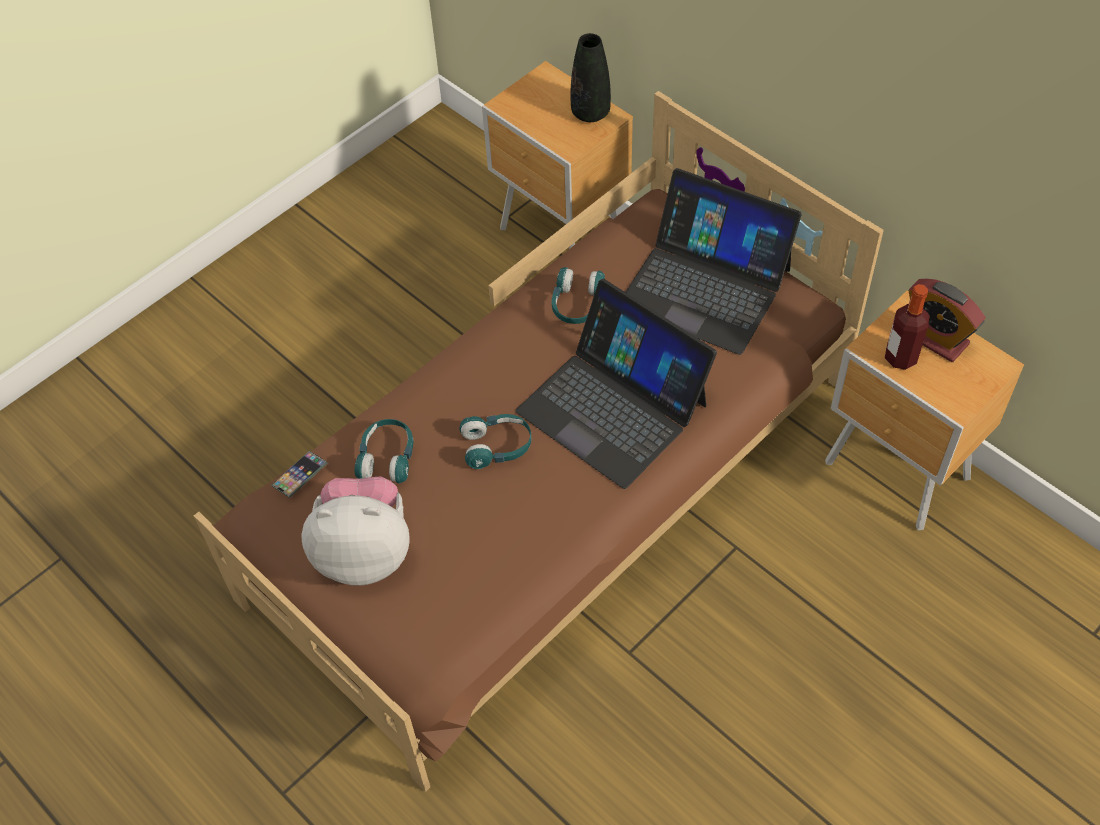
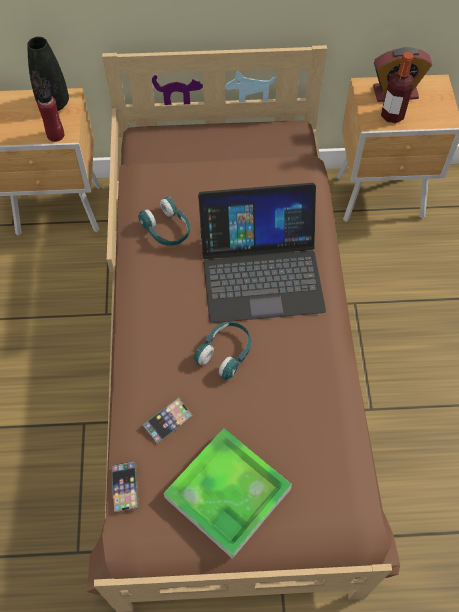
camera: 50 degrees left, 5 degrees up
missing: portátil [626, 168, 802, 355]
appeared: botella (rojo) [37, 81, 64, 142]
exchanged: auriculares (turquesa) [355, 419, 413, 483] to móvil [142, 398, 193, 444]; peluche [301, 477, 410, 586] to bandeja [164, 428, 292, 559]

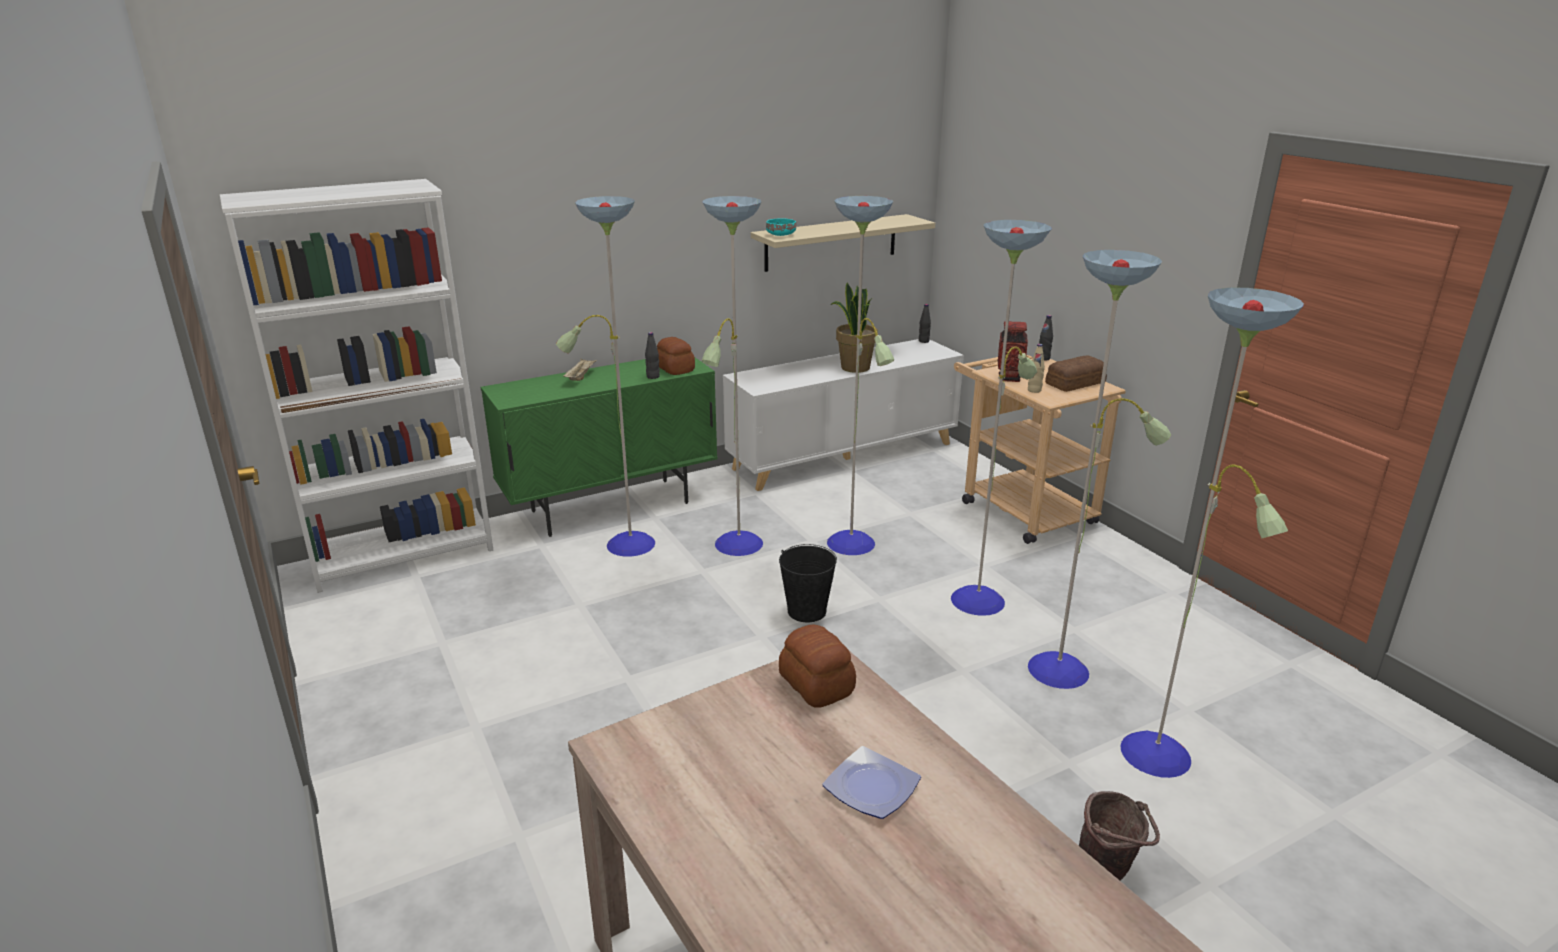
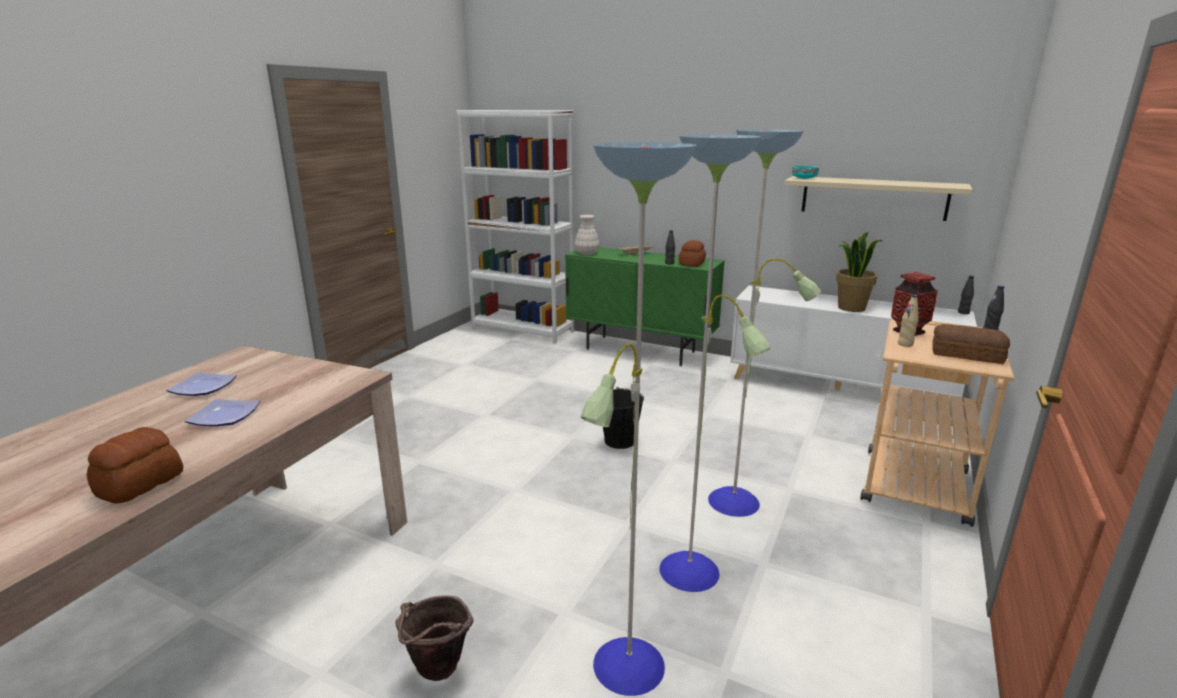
camera: 55 degrees right, 5 degrees down
missing: lámpara de pie [556, 196, 894, 557]
appeared: florero (blanco) [575, 215, 600, 255]; plato [166, 372, 237, 396]
relocated: pan [779, 625, 856, 708] to [87, 427, 183, 503]

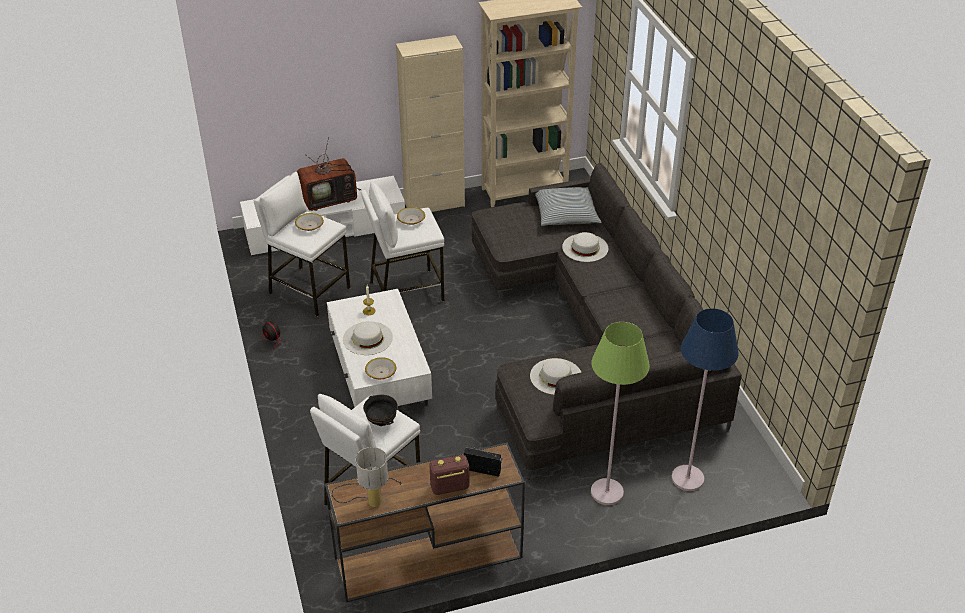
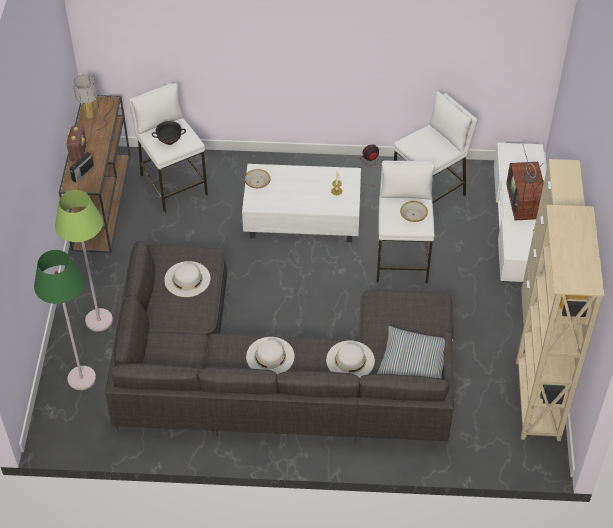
camera: 110 degrees right, 10 degrees up
missing: cuenco [295, 213, 324, 231]
relocated: sombrero (blanco) [343, 321, 393, 355] to [246, 337, 294, 374]
colour: lámpara de pie (azul) [672, 308, 739, 491] to lámpara de pie (verde) [34, 250, 96, 390]

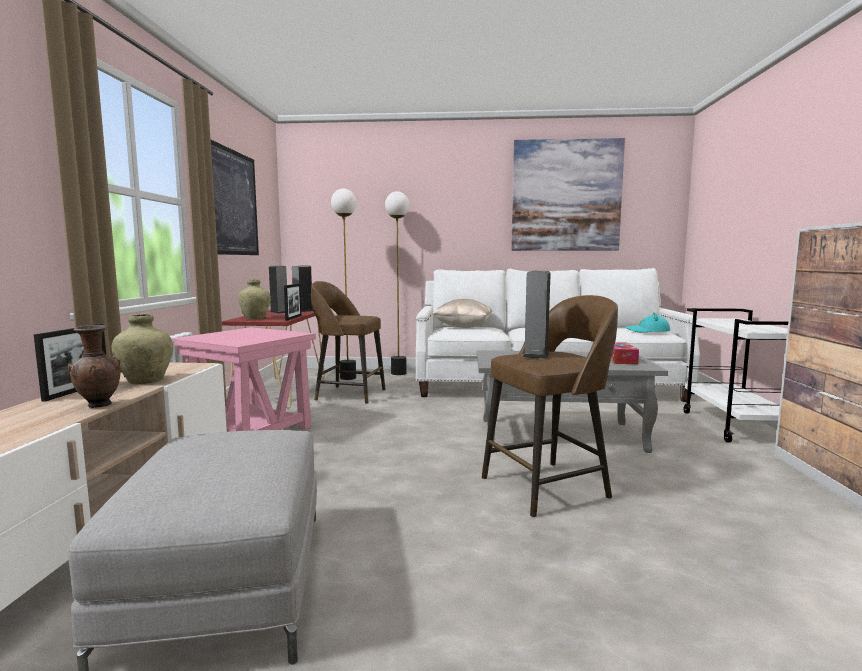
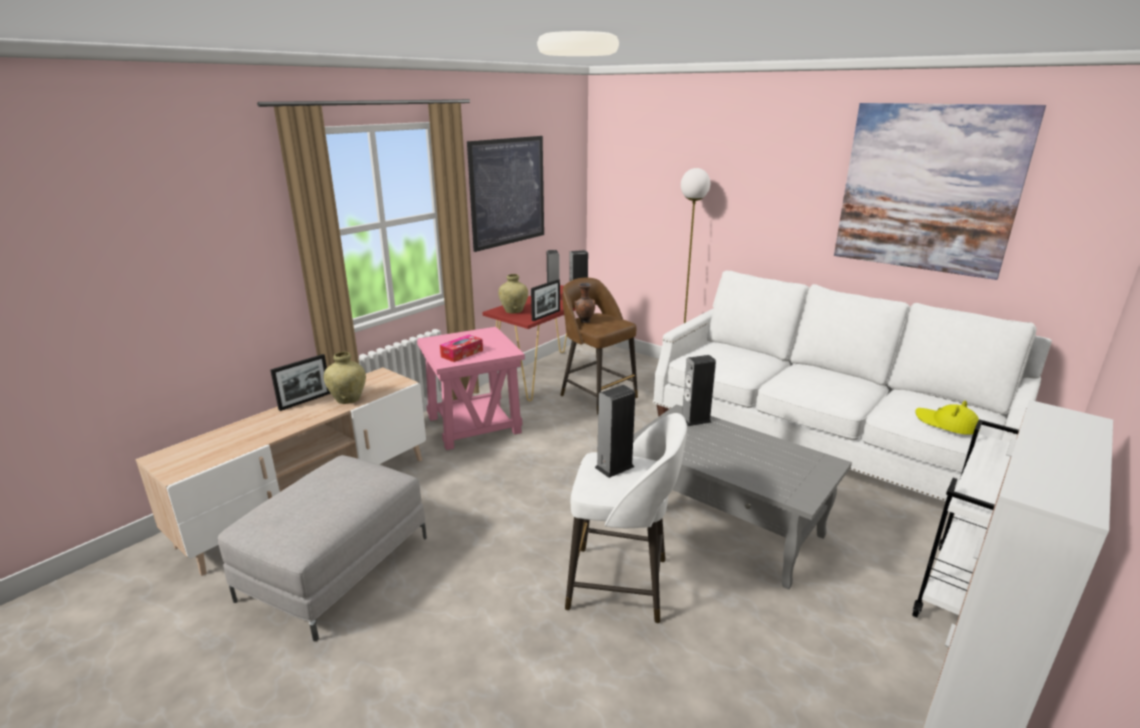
camera: 35 degrees right, 15 degrees up
missing: lámpara de pie [331, 188, 357, 380]; cojín (beis) [433, 299, 492, 328]
appeared: altavoz [682, 355, 716, 426]
relocated: florero (marrón) [68, 325, 121, 408] to [574, 283, 596, 323]; caja de pañuelos [610, 342, 639, 364] to [440, 335, 483, 362]
colour: taburete (marrón) [482, 295, 618, 517] to taburete (blanco) [565, 413, 687, 623]; sombrero (turquesa) [626, 312, 670, 332] to sombrero (amarillo) [915, 401, 980, 435]

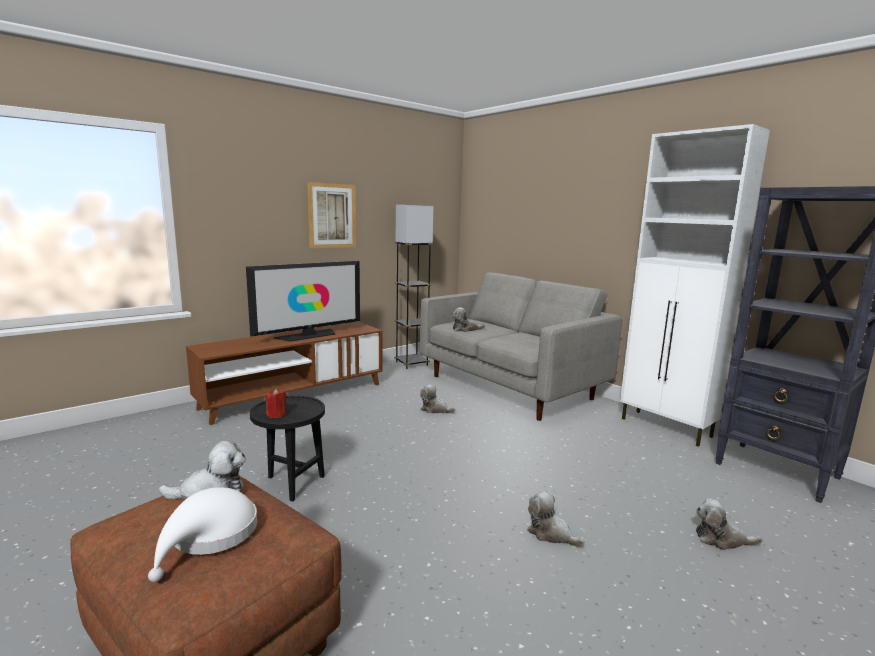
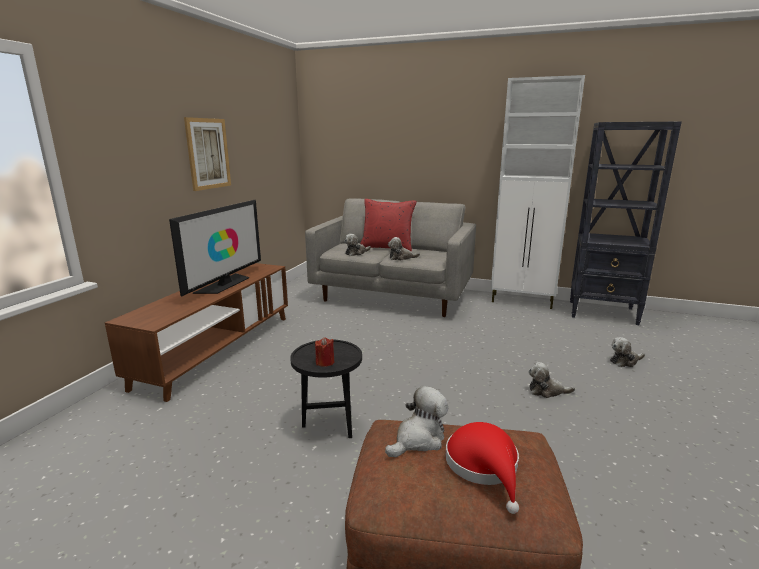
camera: 30 degrees left, 5 degrees up
missing: lámpara de pie (gris) [394, 205, 434, 369]
appeared: cojín (rojo) [360, 199, 417, 251]
relocated: peluche [420, 384, 455, 413] to [388, 237, 420, 260]
colour: sombrero (blanco) [148, 487, 257, 582] to sombrero (rojo) [446, 422, 519, 514]

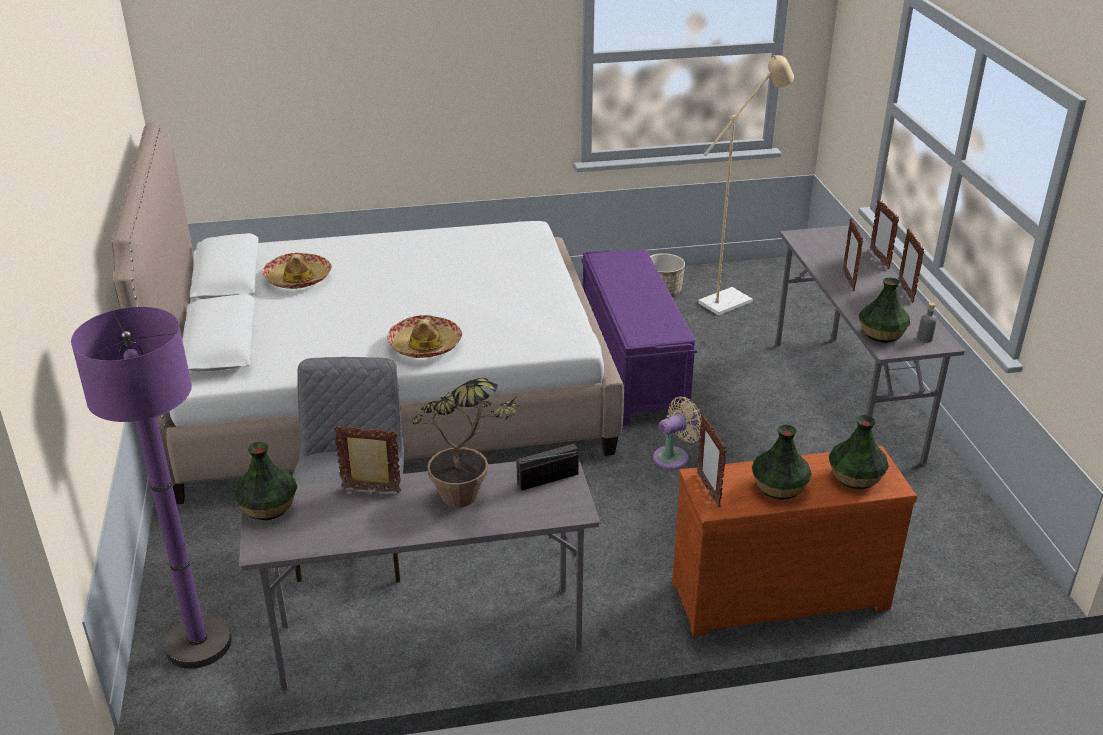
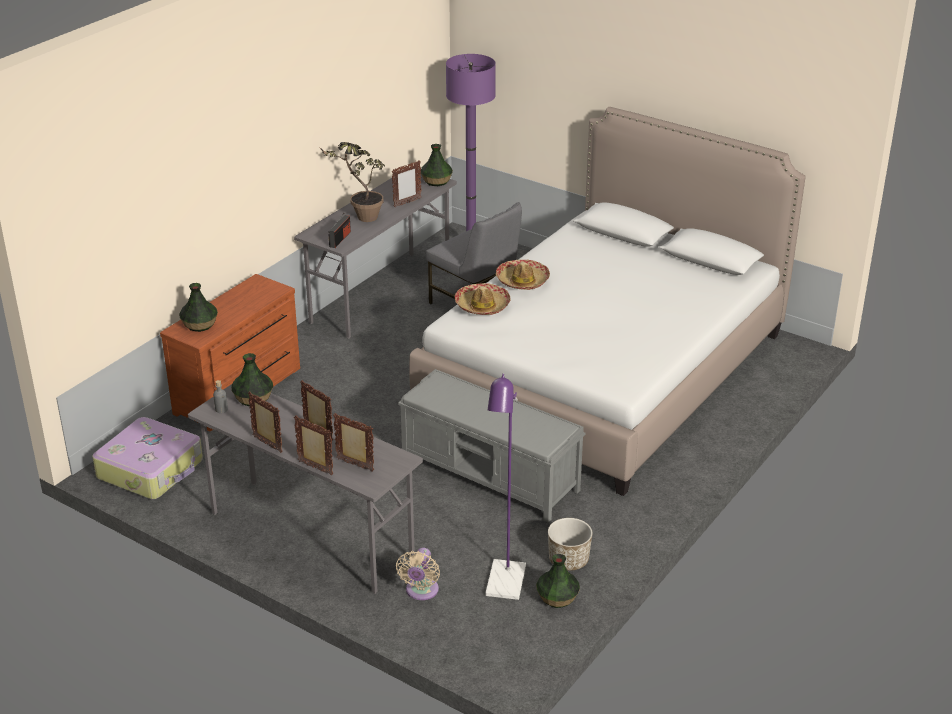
camera: 135 degrees right, 0 degrees up
appeared: maleta [92, 417, 203, 499]
relocated: sombrero [262, 253, 332, 289] to [455, 283, 511, 315]; ventilador (beis) [653, 396, 702, 470] to [396, 547, 440, 600]; portarretratos [697, 414, 727, 507] to [333, 413, 374, 471]; florero [752, 425, 812, 500] to [536, 554, 580, 608]
colour: lámpara de pie (beis) [698, 55, 794, 316] to lámpara de pie (morado) [486, 374, 526, 600]; banco (morado) [581, 249, 697, 425] to banco (gris) [398, 369, 585, 522]

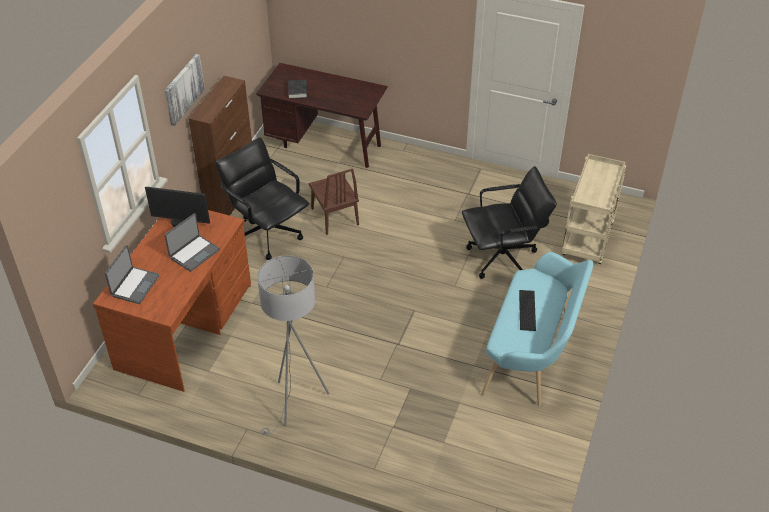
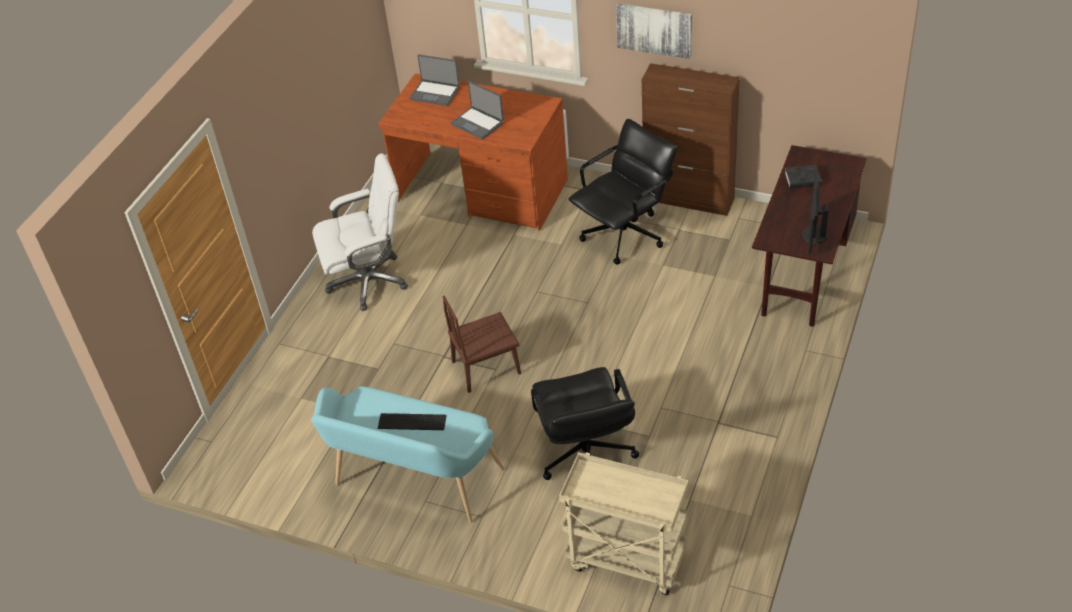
camera: 95 degrees right, 0 degrees up
relocated: silla (marrón) [309, 168, 359, 235] to [443, 296, 521, 393]; monitor [145, 187, 210, 227] to [802, 171, 829, 254]
exchanged: lámpara de pie (gris) [257, 255, 329, 435] to silla de oficina (blanco) [312, 153, 408, 311]

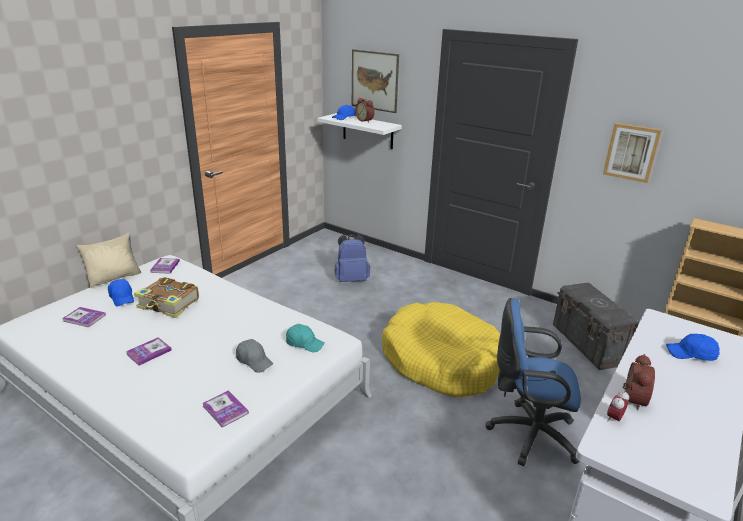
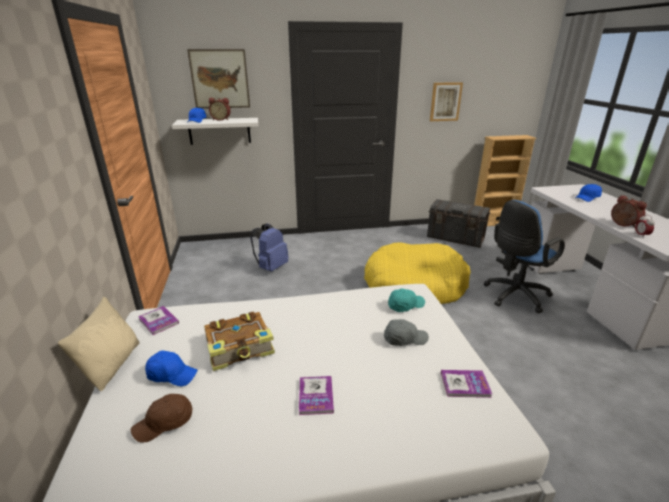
camera: 45 degrees left, 0 degrees up
exchanged: libro [62, 307, 106, 327] to gorra (marrón) [131, 394, 192, 443]

